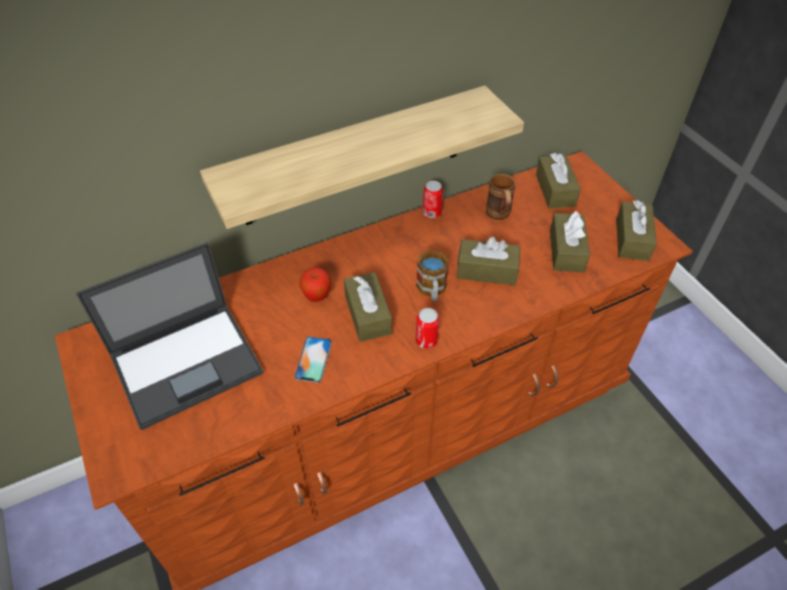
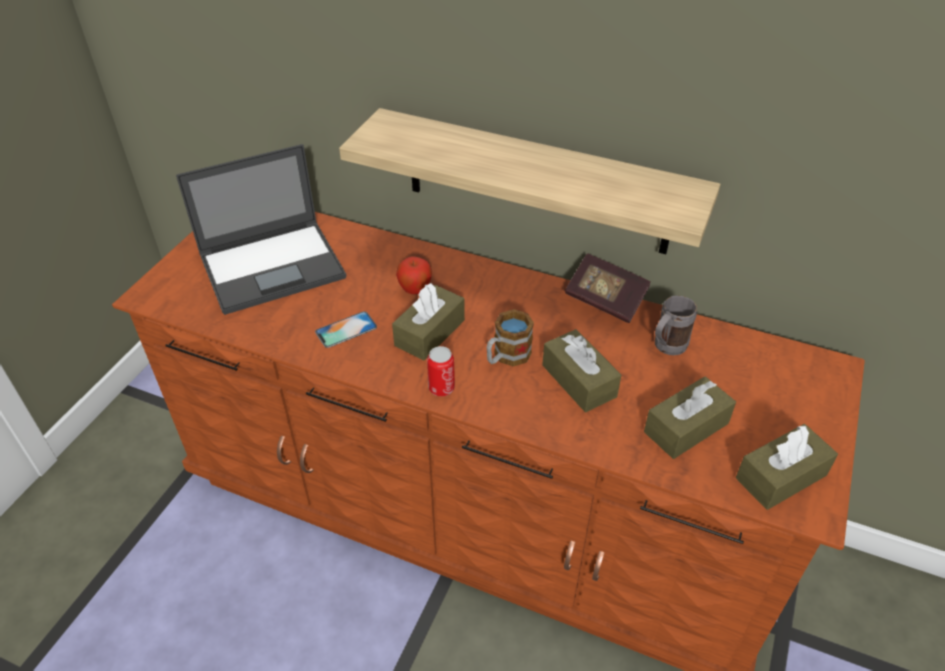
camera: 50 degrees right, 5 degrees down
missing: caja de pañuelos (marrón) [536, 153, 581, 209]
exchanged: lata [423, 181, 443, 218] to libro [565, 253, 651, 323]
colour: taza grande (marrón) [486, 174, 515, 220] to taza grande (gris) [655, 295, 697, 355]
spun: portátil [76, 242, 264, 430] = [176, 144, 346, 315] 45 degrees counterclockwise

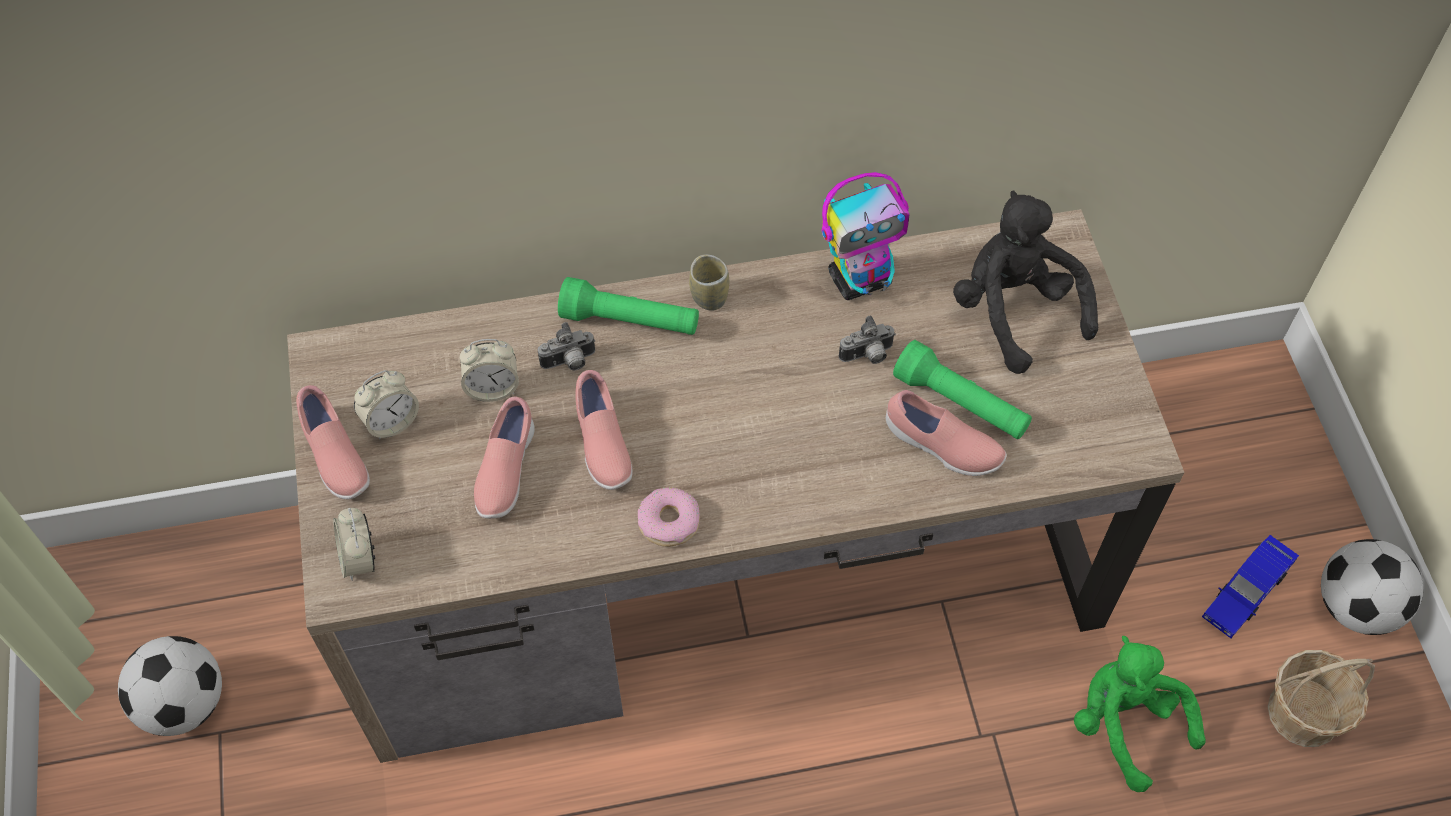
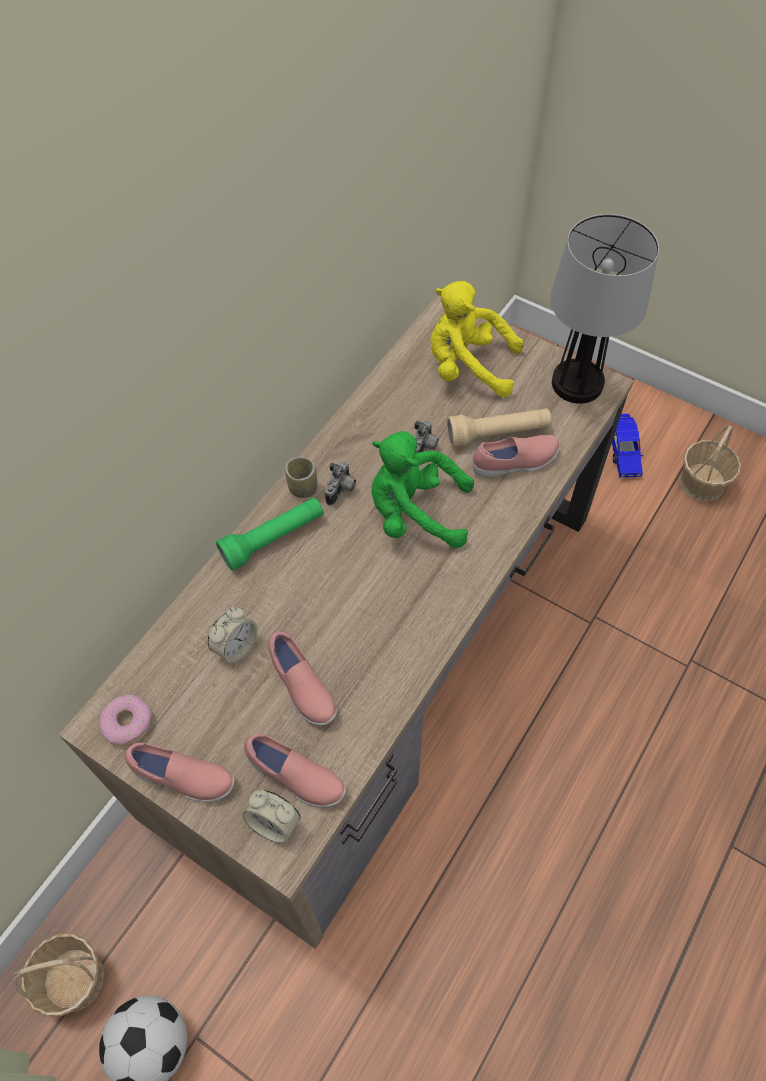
camera: 45 degrees left, 0 degrees up
missing: robot de juguete [821, 172, 910, 300]; despertador [354, 370, 419, 440]; balón de fútbol [1321, 539, 1423, 635]
appeared: lámpara de mesa [550, 214, 659, 404]; cesta [13, 933, 104, 1017]
relocated: cámara [538, 322, 595, 370] to [325, 461, 356, 505]; zapato (rosa) [575, 370, 633, 490] to [244, 733, 346, 808]; rosquilla [637, 487, 700, 547] to [99, 694, 152, 747]; peluche (verde) [1074, 636, 1206, 792] to [371, 431, 474, 549]
colour: peluche (negro) [953, 191, 1098, 374] to peluche (amarillo) [430, 281, 524, 398]; linterna (verde) [893, 340, 1032, 439] to linterna (beis) [447, 408, 552, 447]

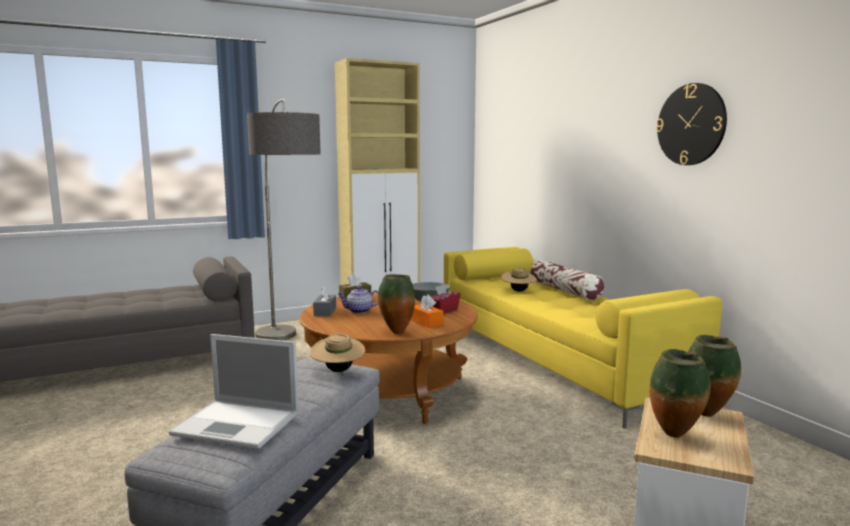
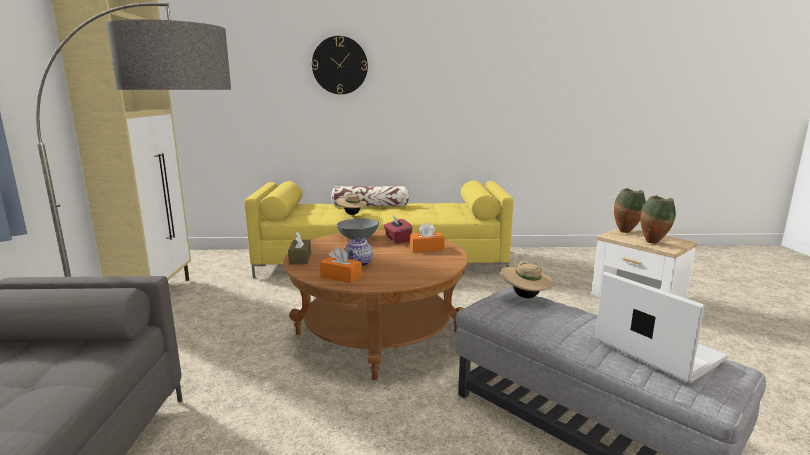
camera: 65 degrees left, 5 degrees up
missing: florero [378, 274, 415, 334]
relocated: reloj de pared [656, 83, 727, 165] to [312, 36, 368, 94]
colour: caja de pañuelos (gris) [313, 286, 336, 316] to caja de pañuelos (naranja) [320, 247, 362, 283]
spun: portátil [168, 334, 299, 449] = [595, 272, 728, 384] 75 degrees counterclockwise

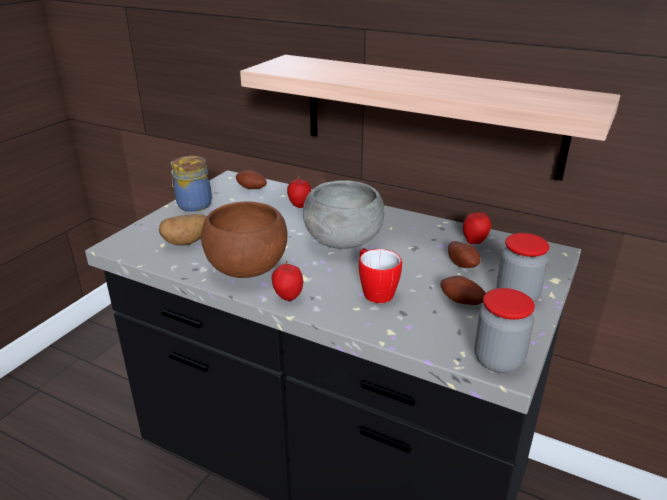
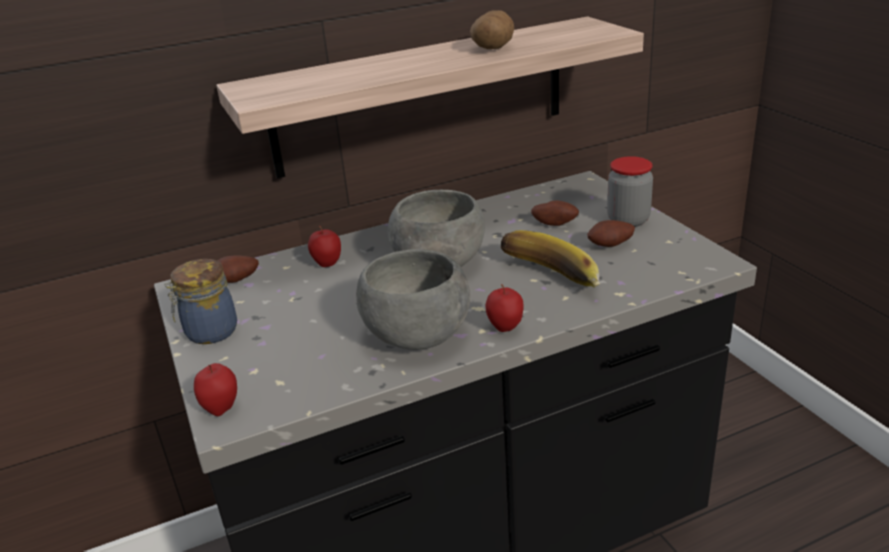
camera: 50 degrees left, 0 degrees up
missing: tarro [474, 288, 535, 373]
relocated: manzana [463, 210, 491, 244] to [194, 363, 237, 416]; patata [159, 214, 207, 245] to [470, 10, 514, 49]
exchanged: taza grande [359, 248, 402, 303] to plátano [501, 230, 600, 288]
colour: cuenco (marrón) [201, 202, 288, 278] to cuenco (gris) [356, 249, 470, 350]

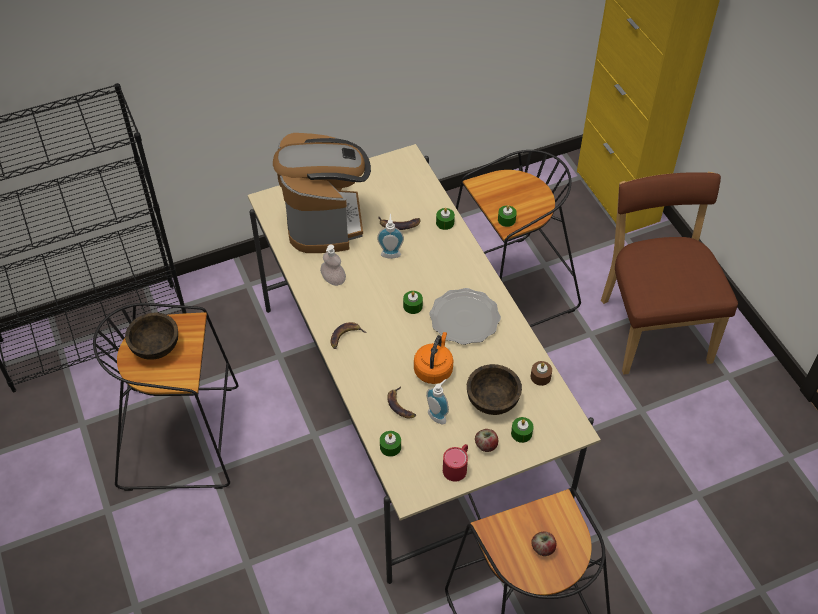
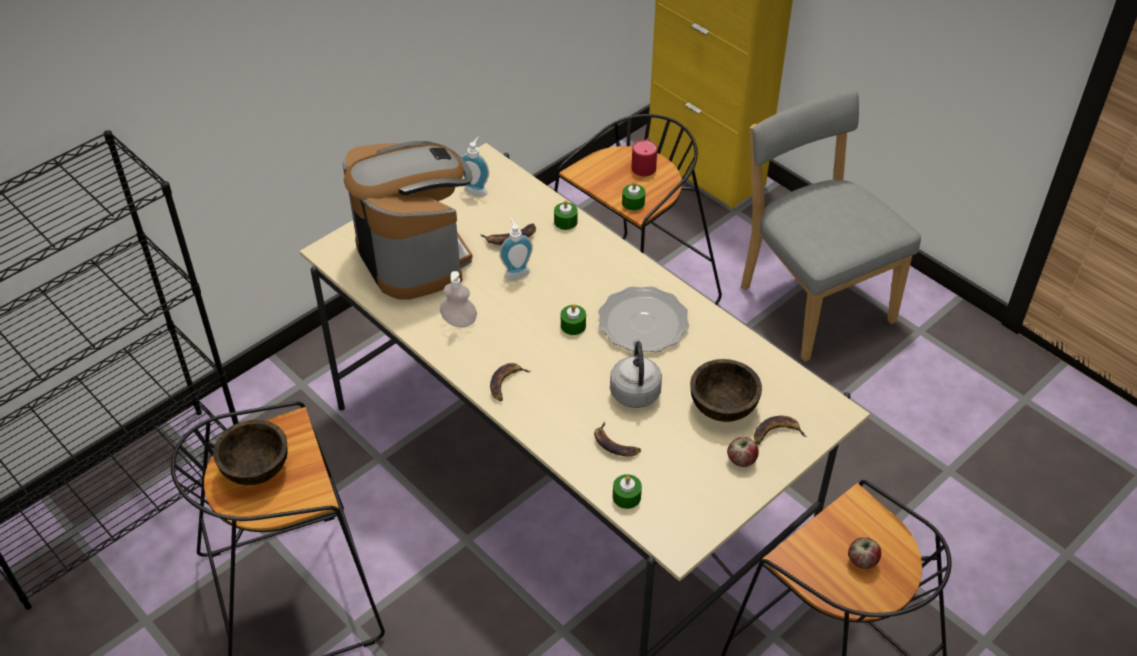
camera: 20 degrees left, 5 degrees down
missing: vela (marrón) [531, 361, 552, 386]
relocated: dispensador de jabón [426, 379, 449, 424] to [461, 137, 489, 196]; taza grande (rojo) [443, 444, 468, 482] to [631, 138, 657, 176]
exchanged: vela (verde) [511, 417, 533, 443] to plátano [754, 416, 807, 445]
colour: silla (marrón) [601, 172, 738, 375] to silla (gris) [741, 91, 921, 362]; hervidor (naranja) [414, 332, 454, 384] to hervidor (gris) [610, 339, 662, 408]

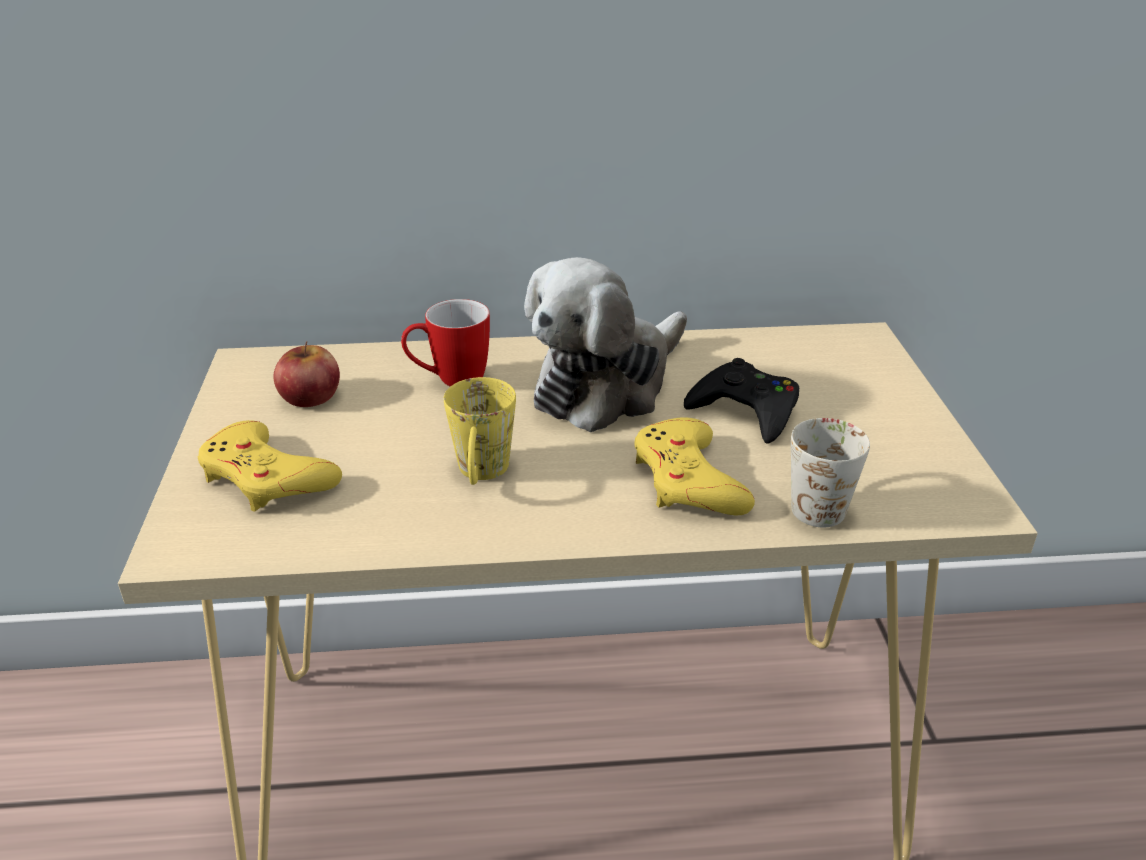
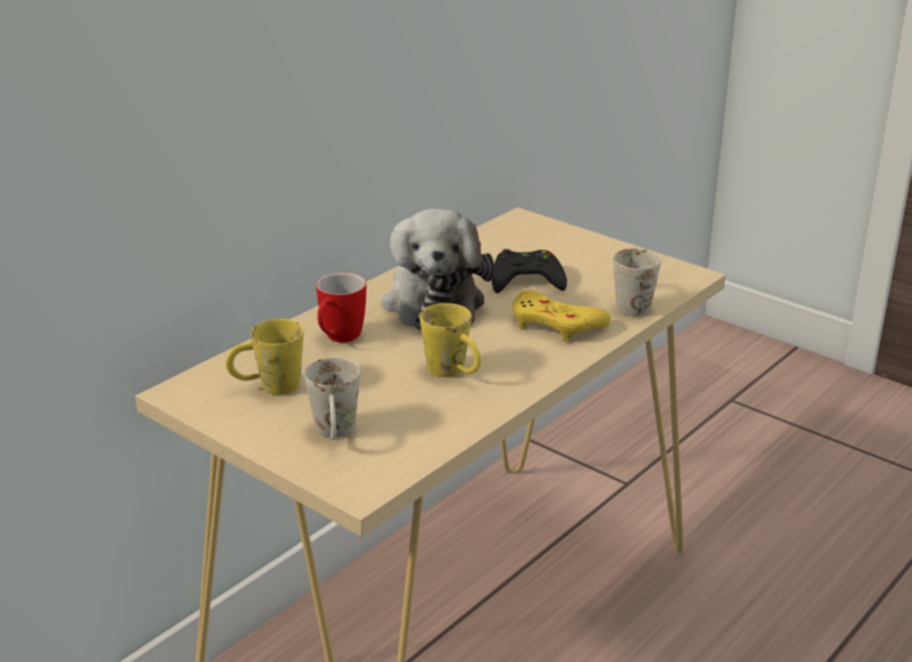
camera: 45 degrees left, 5 degrees down
exchanged: manzana [273, 341, 340, 407] to taza grande (amarillo) [226, 319, 304, 395]; mando de consola (amarillo) [198, 420, 342, 512] to taza grande (blanco) [304, 357, 360, 440]

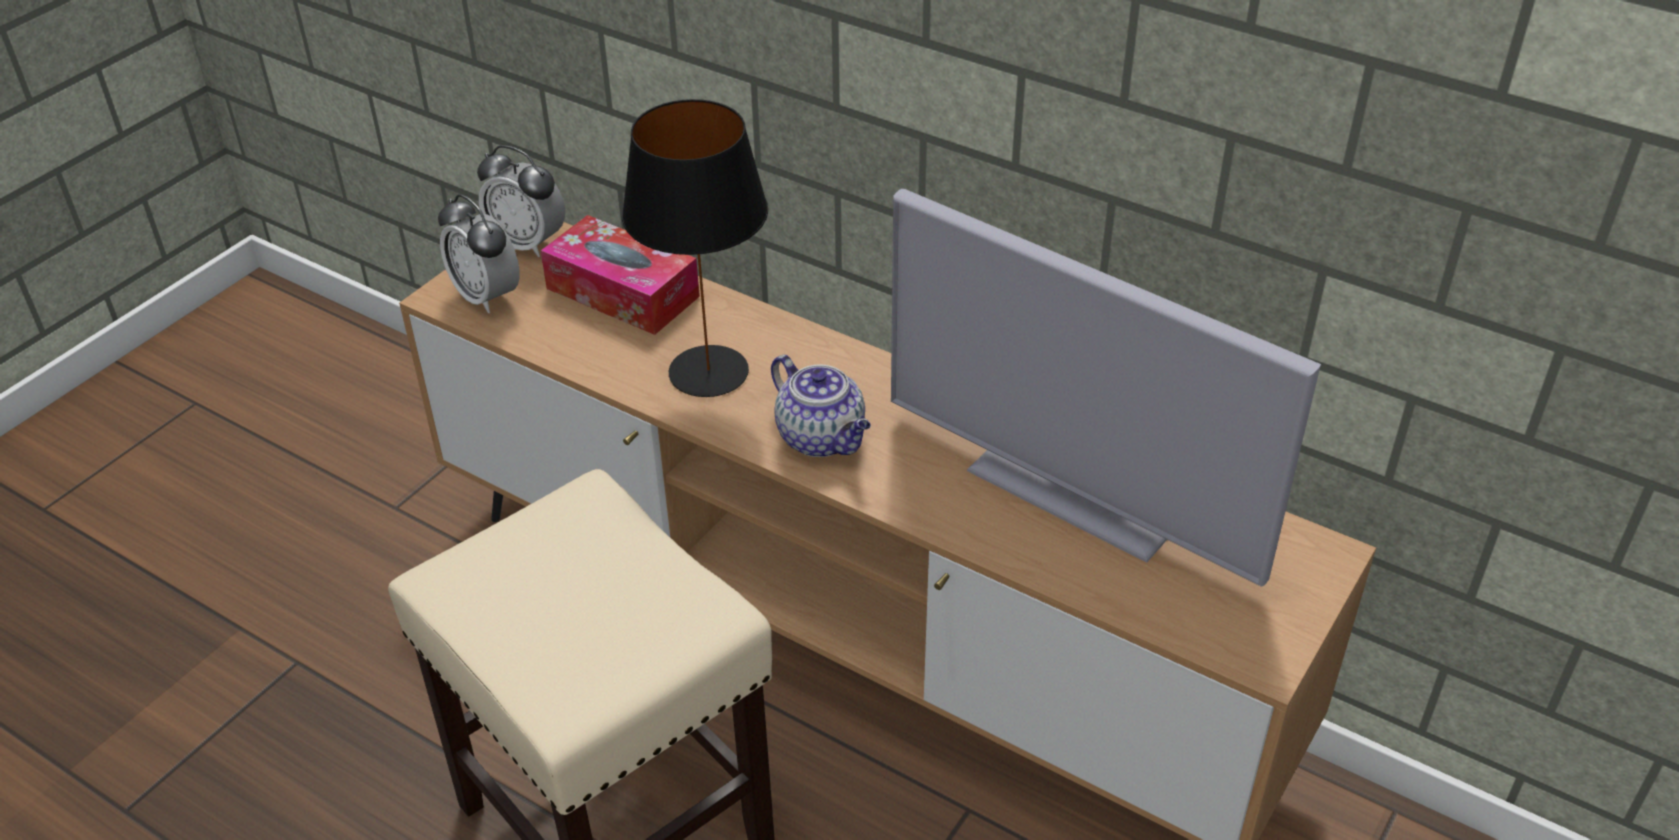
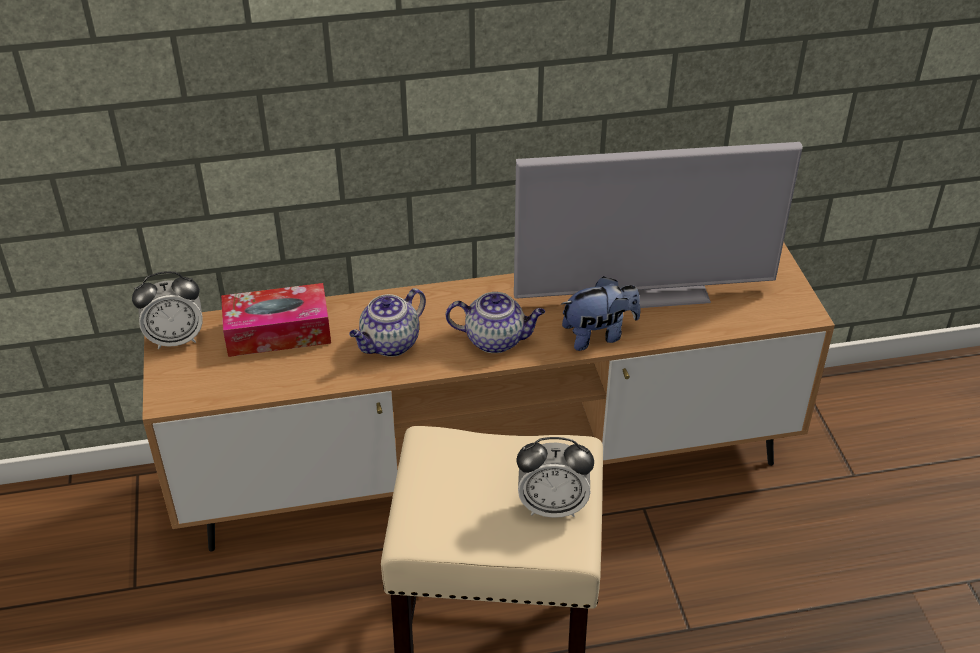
camera: 45 degrees left, 0 degrees up
appeared: peluche [561, 276, 641, 351]
relocated: despertador [438, 194, 520, 313] to [516, 437, 594, 518]
exchanged: lámpara de mesa (negro) [622, 99, 768, 397] to tetera [349, 288, 426, 357]

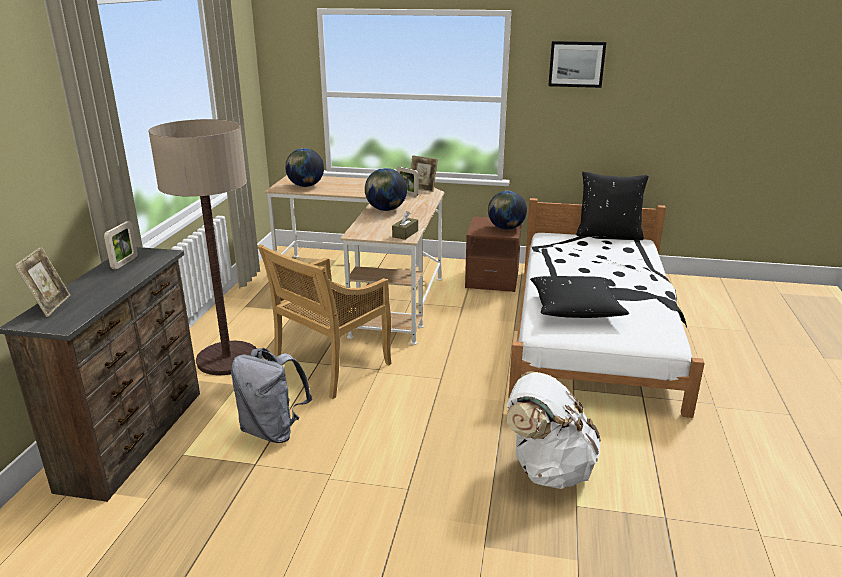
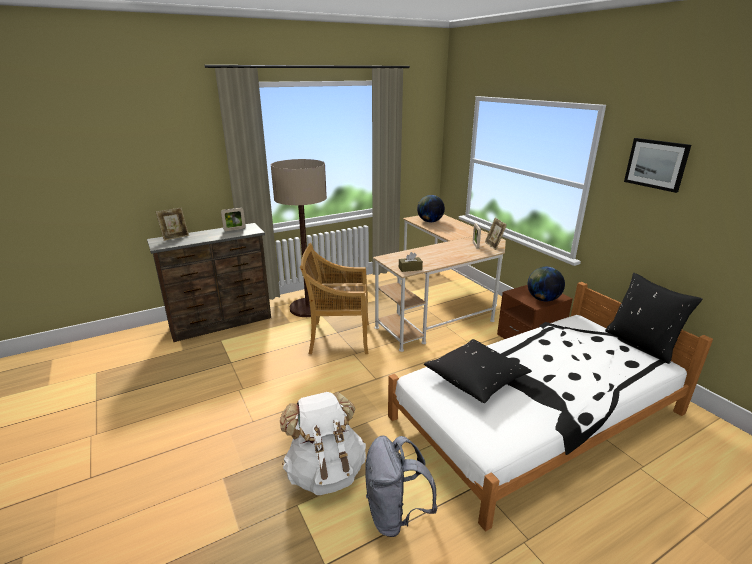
camera: 50 degrees right, 0 degrees up
missing: globo terráqueo [365, 168, 407, 211]
relocated: mochila (gris) [231, 348, 312, 443] to [365, 436, 437, 537]

